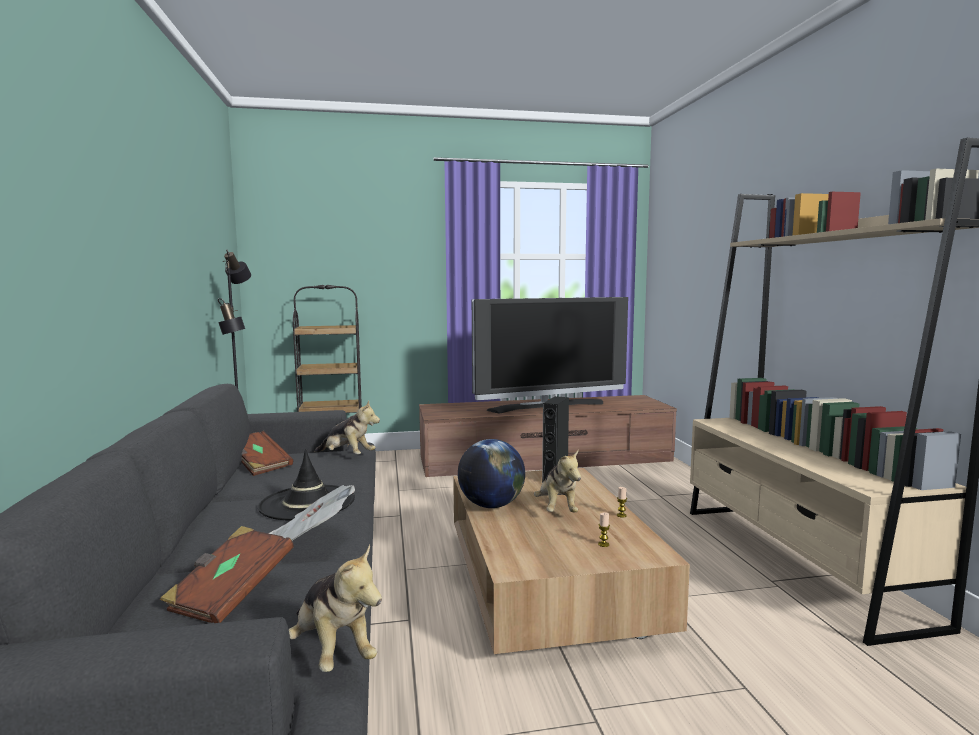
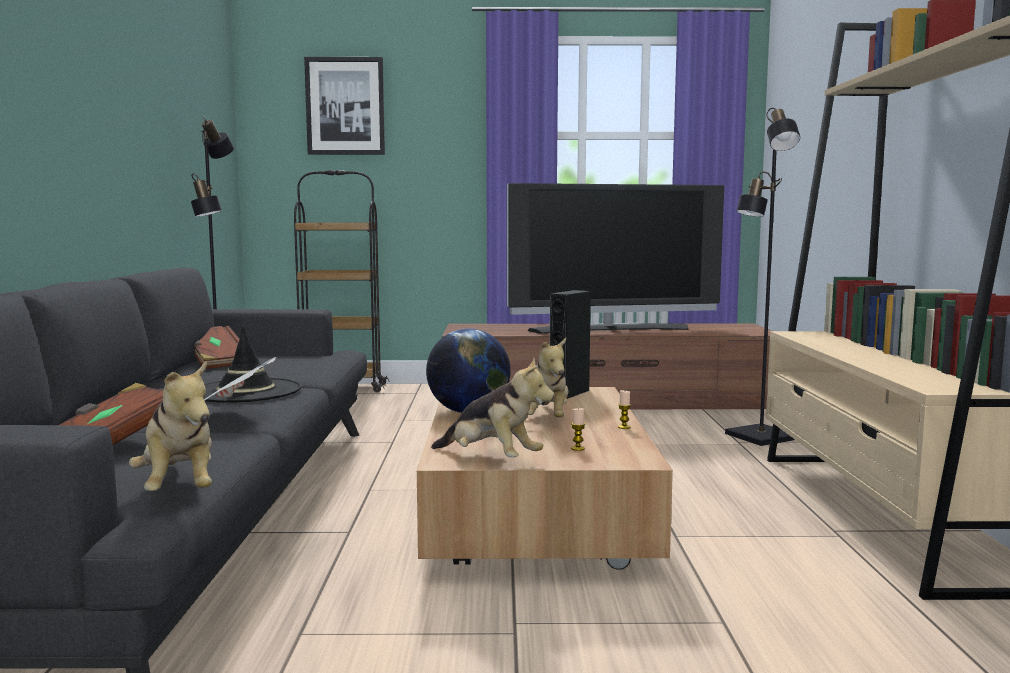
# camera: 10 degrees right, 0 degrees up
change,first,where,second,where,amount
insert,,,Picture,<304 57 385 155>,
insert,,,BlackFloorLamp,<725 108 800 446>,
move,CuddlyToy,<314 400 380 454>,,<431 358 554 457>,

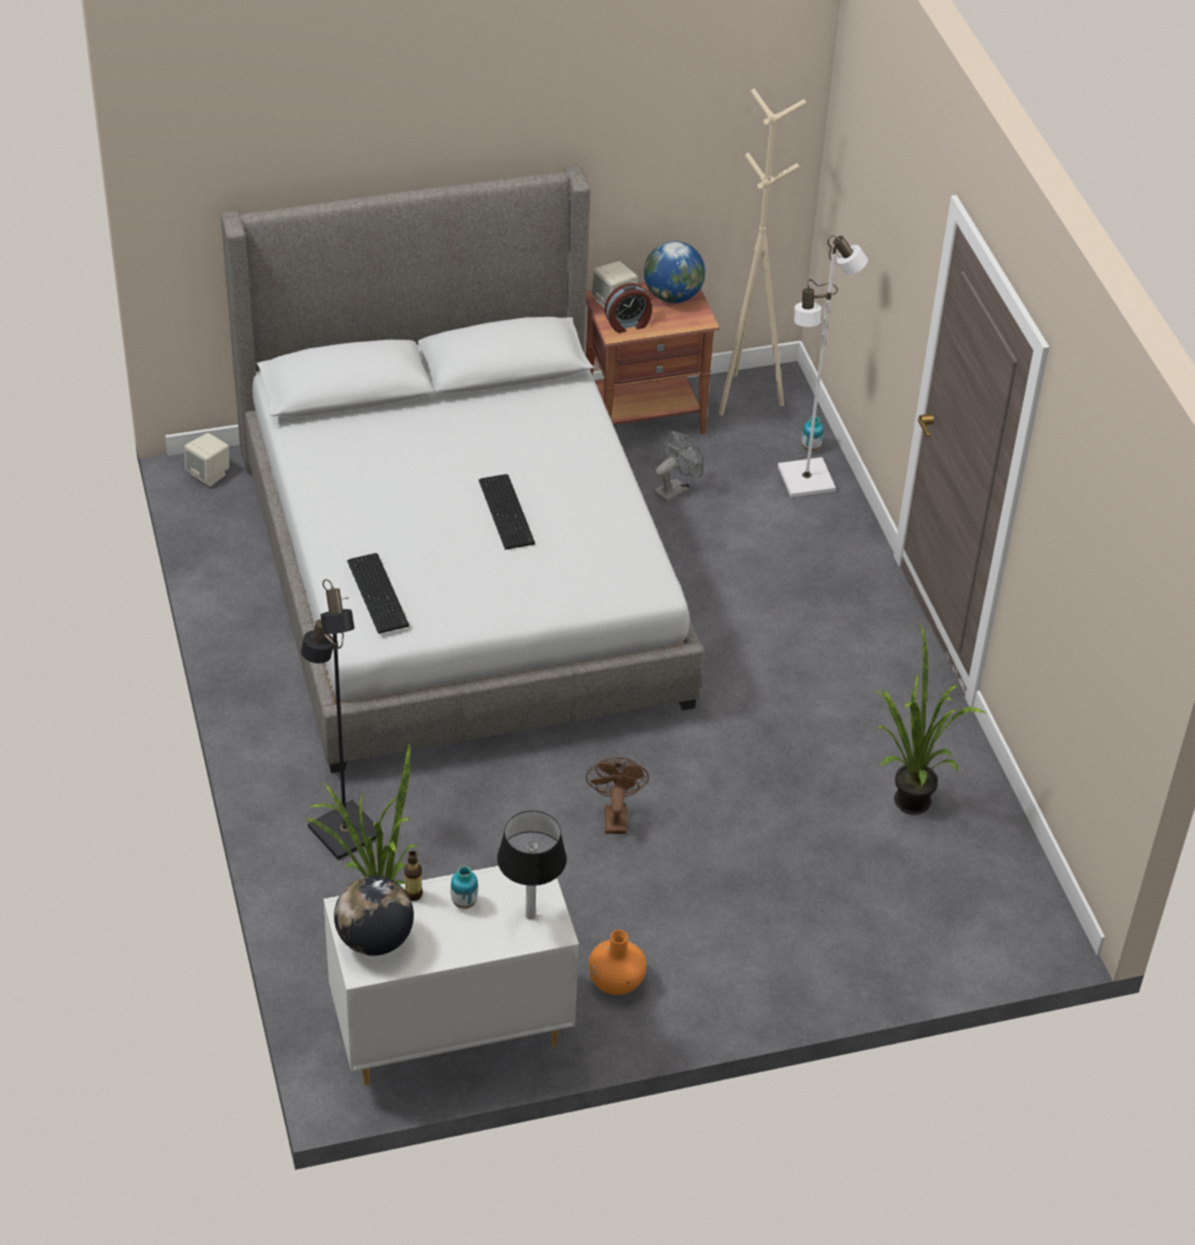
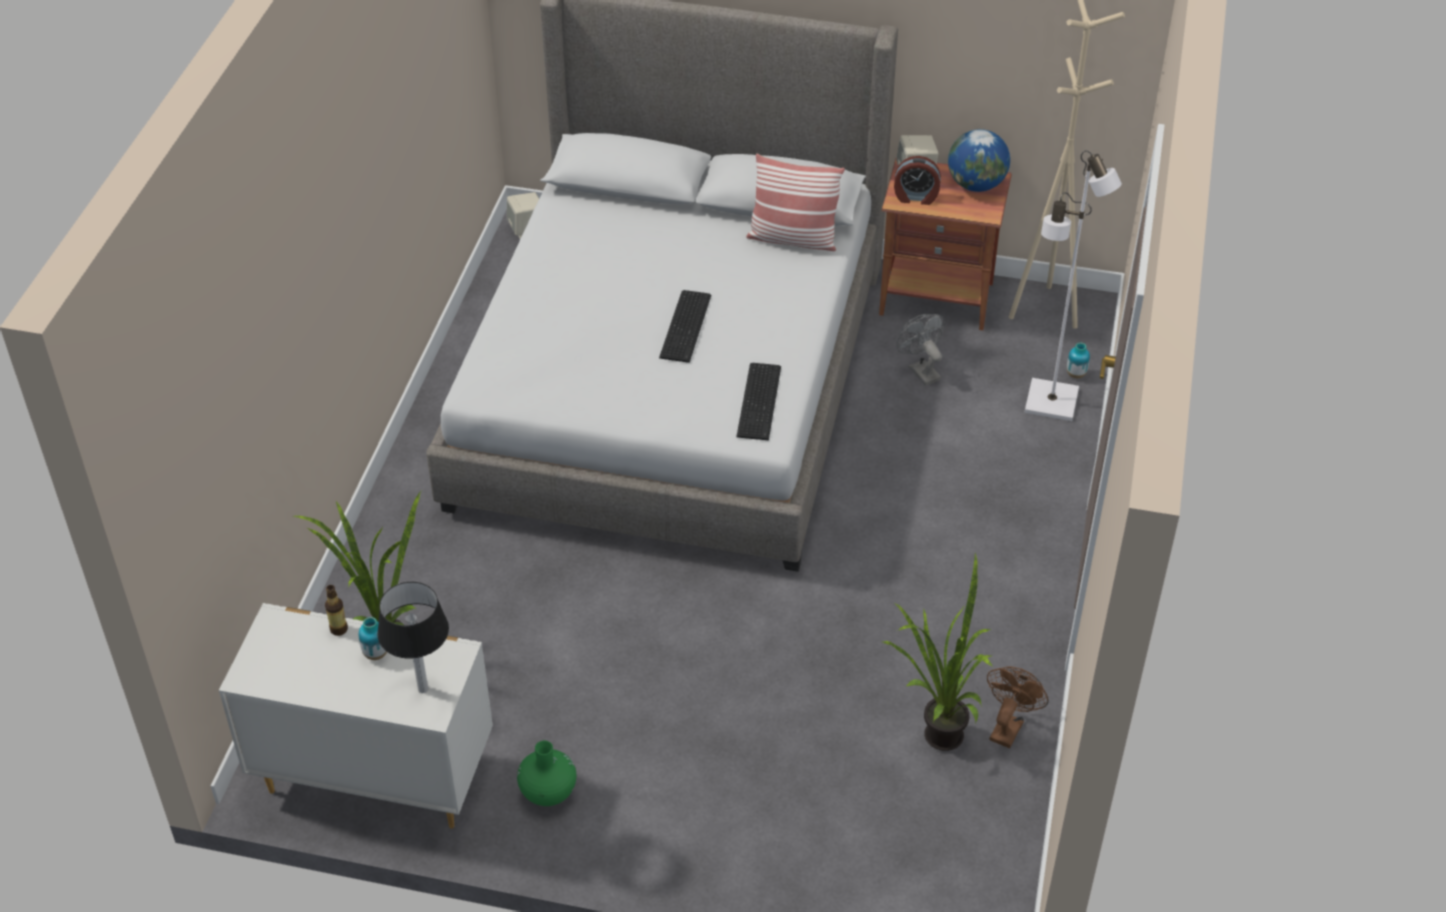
# camera: 30 degrees right, 0 degrees up
change,first,where,second,where,amount
delete,BlackFloorLamp,<301 579 383 860>,,,
delete,DeskGlobe,<334 876 414 956>,,,
insert,,,Cushion,<746 154 845 251>,
move,Keyboard,<347 553 410 634>,,<736 363 781 440>,
move,BrownishElectricFan,<586 757 649 834>,,<987 666 1049 748>,
recolor,OrangeDecorativeVase,<588 930 646 995>,GreenDecorativeVase,<517 741 576 806>,
rotate,GreyishElectricFan,<654 431 703 503>,,<897 314 945 386>,105 degrees counterclockwise

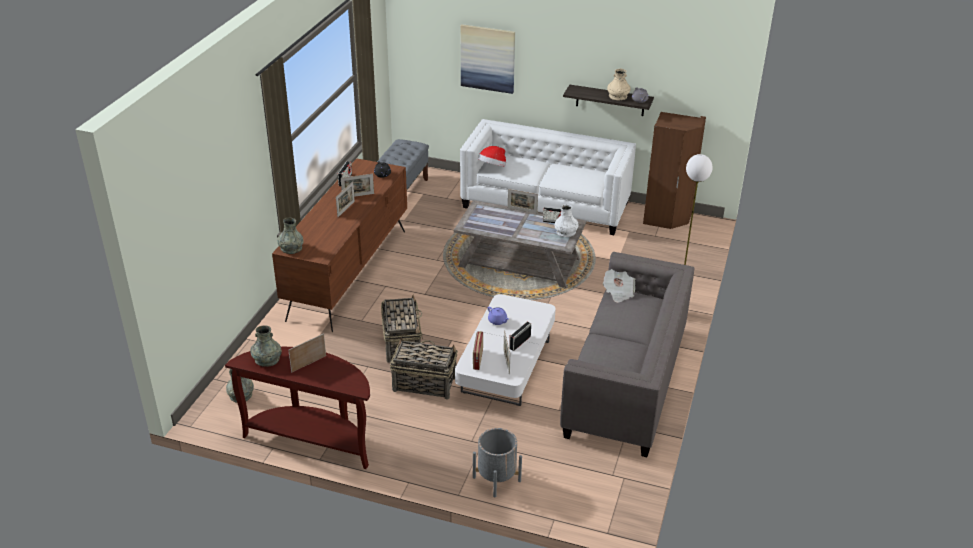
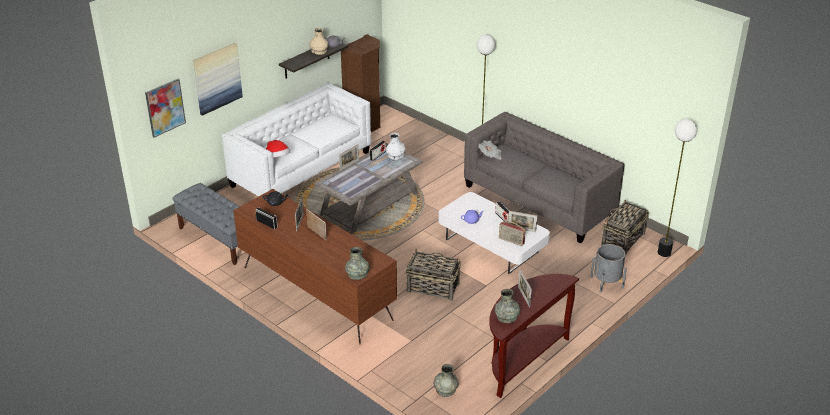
# camera: 65 degrees left, 0 degrees up
change,first,where,second,where,amount
insert,,,Picture,<145 79 186 138>,
insert,,,FloorLamp,<658 119 697 257>,
move,HouseholdBasket,<390 337 458 400>,,<601 199 649 255>,

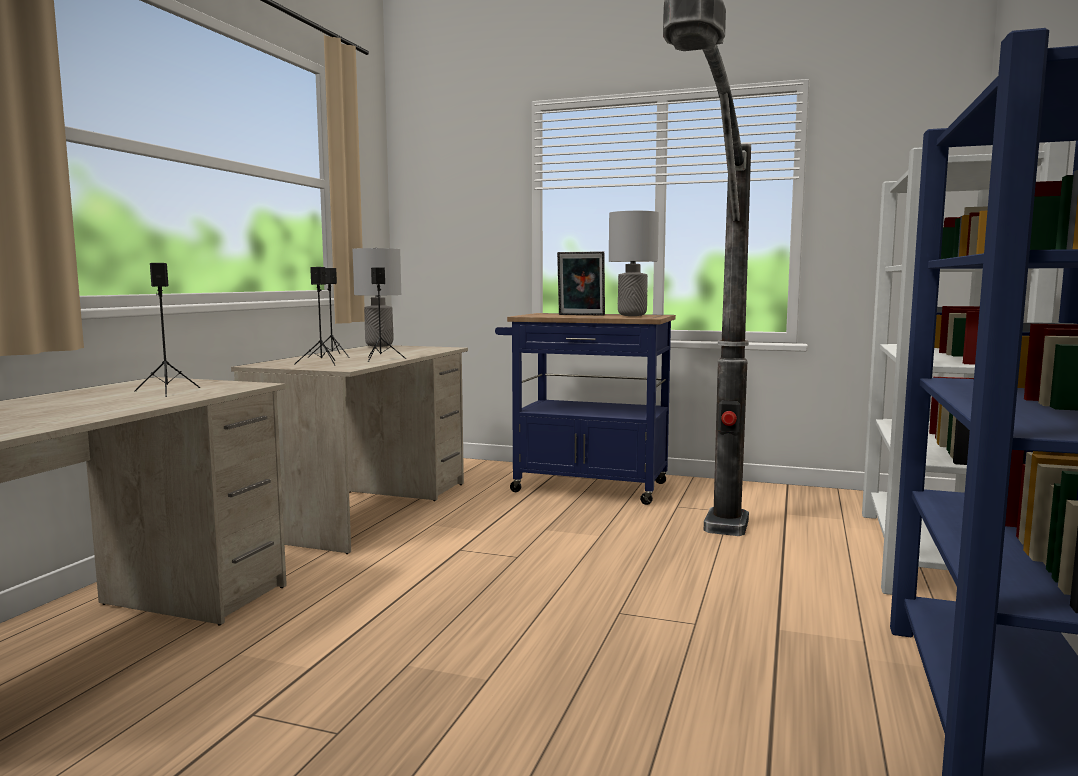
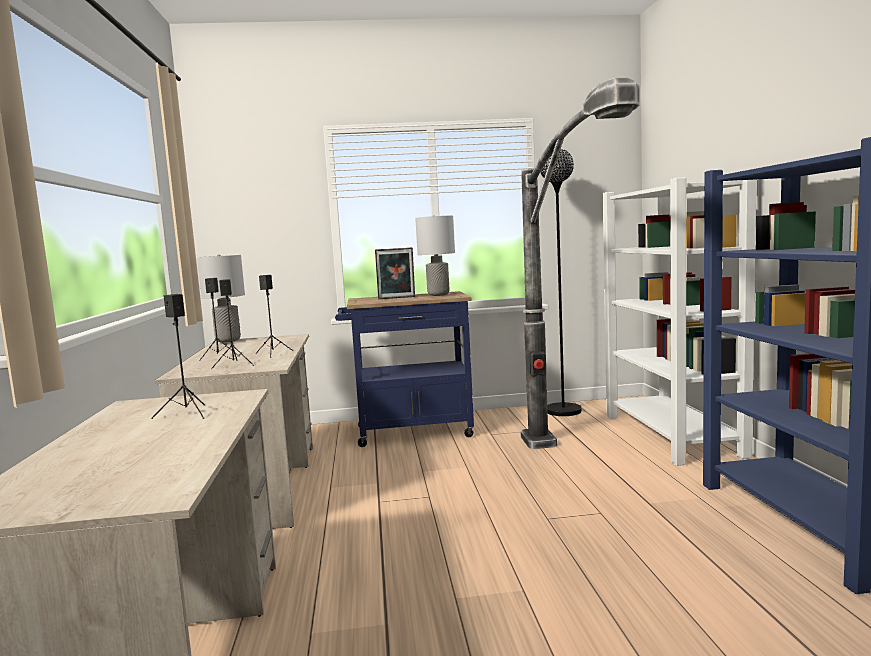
# camera: 25 degrees left, 0 degrees up
change,first,where,second,where,amount
insert,,,BlackFloorLamp,<540 149 582 416>,

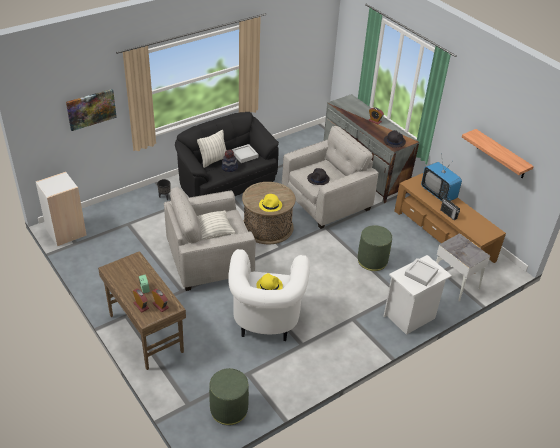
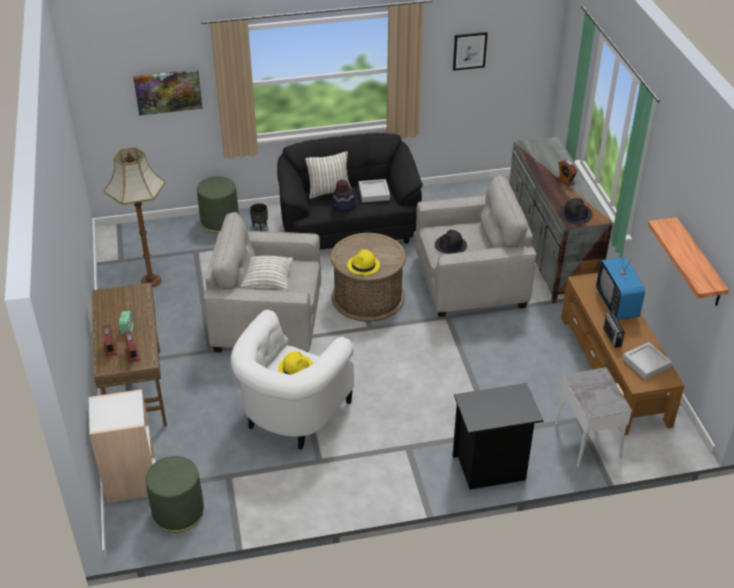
# camera: 25 degrees right, 0 degrees up
change,first,where,second,where,amount
insert,,,FloorLamp,<104 147 165 288>,
insert,,,Picture,<453 32 488 71>,
move,Bookshelf,<36 172 87 246>,,<89 389 156 503>,
move,GreenPouffe,<358 225 392 271>,,<197 176 239 233>,
move,GreyishTray,<405 258 438 286>,,<623 342 672 380>,
recolor,WhiteNightTable,<383 255 452 335>,BlackNightTable,<453 383 544 490>,

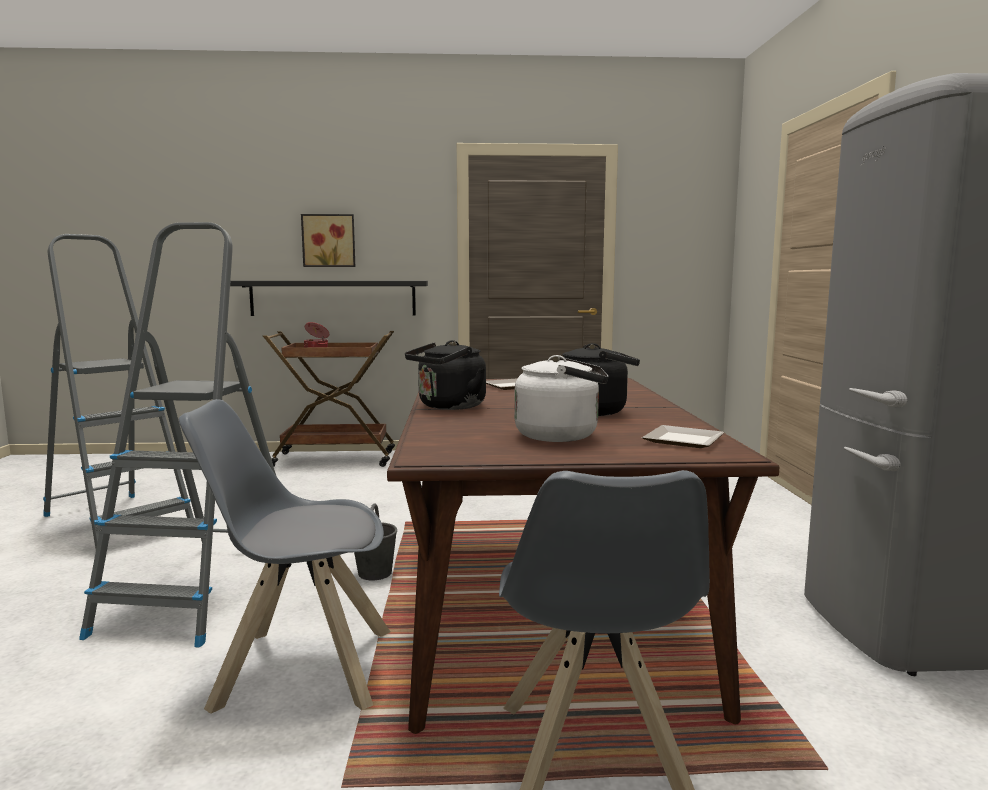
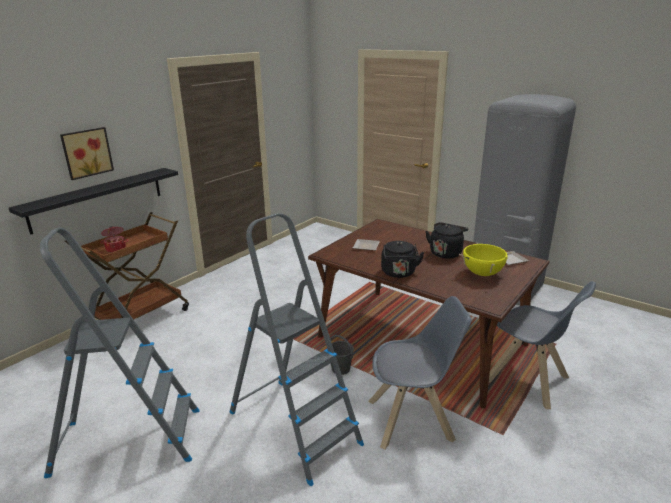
# camera: 50 degrees left, 15 degrees up
change,first,where,second,where,amount
replace,WhiteKettle,<514 355 609 442>,YellowColouredCookingPot,<459 243 512 276>,
rotate,GreyishPlainChair,<179 399 391 714>,,<368 296 472 450>,135 degrees counterclockwise

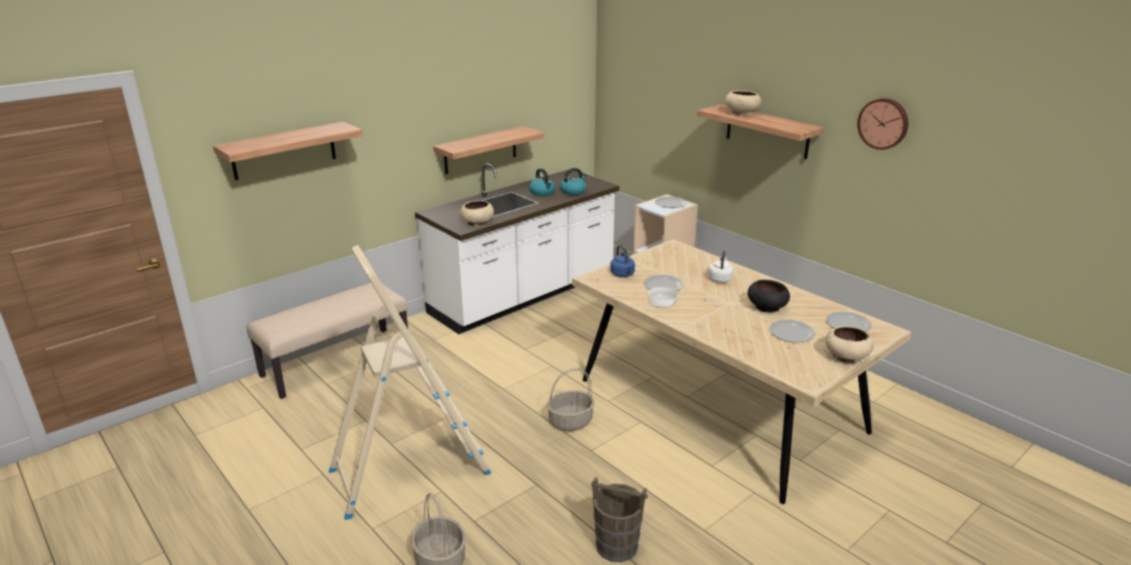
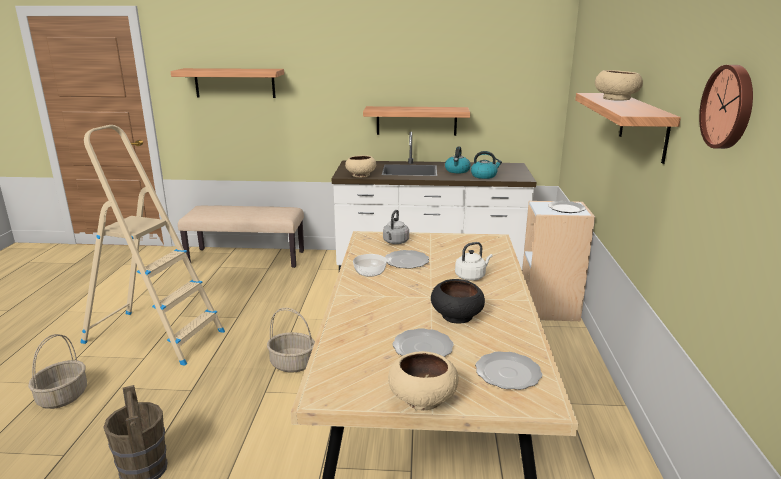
# camera: 45 degrees right, 5 degrees down
change,first,where,second,where,amount
recolor,BlueKettle,<610 245 635 277>,GreyishKettle,<383 210 409 244>,

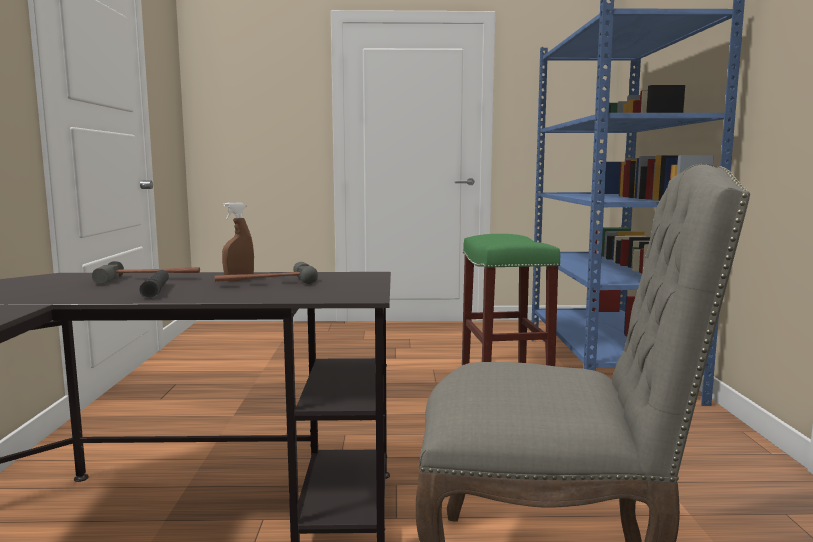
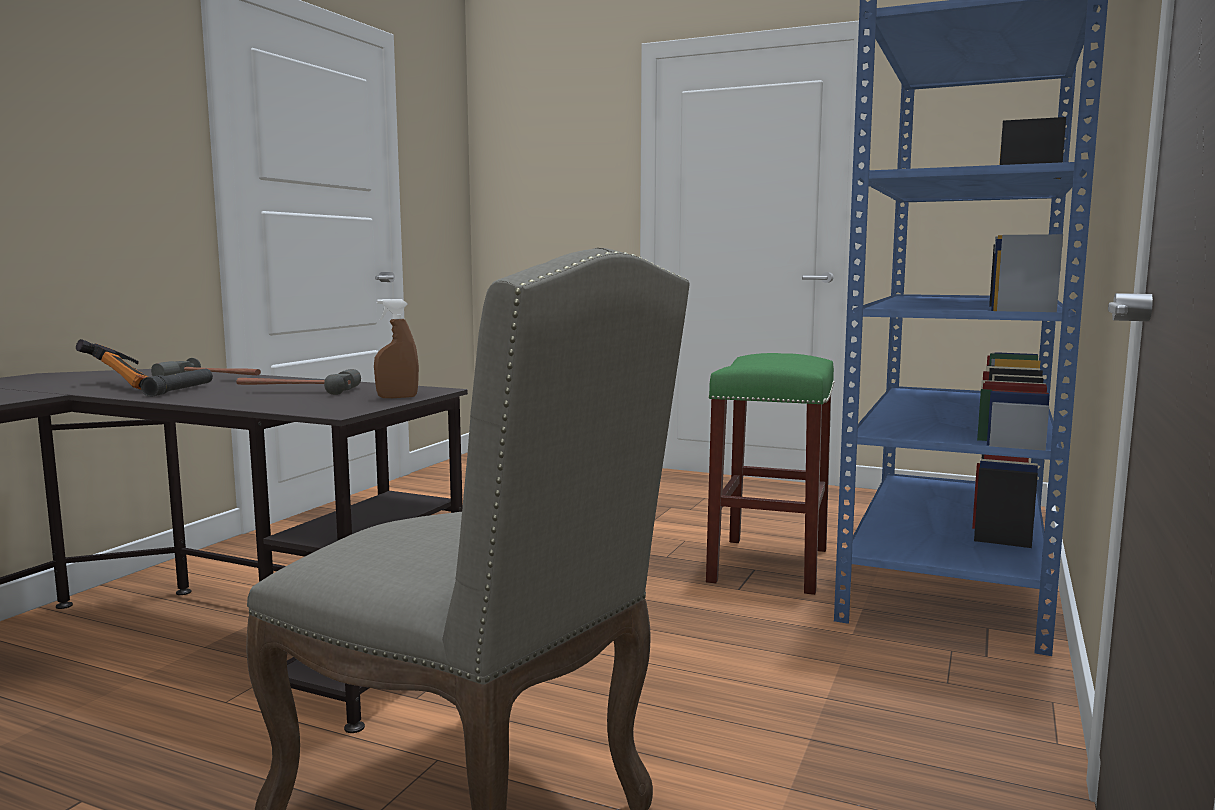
# camera: 25 degrees right, 0 degrees up
change,first,where,second,where,amount
insert,,,Hammer,<76 339 148 390>,
move,BrownishSprayer,<222 202 254 281>,,<374 299 419 398>,

